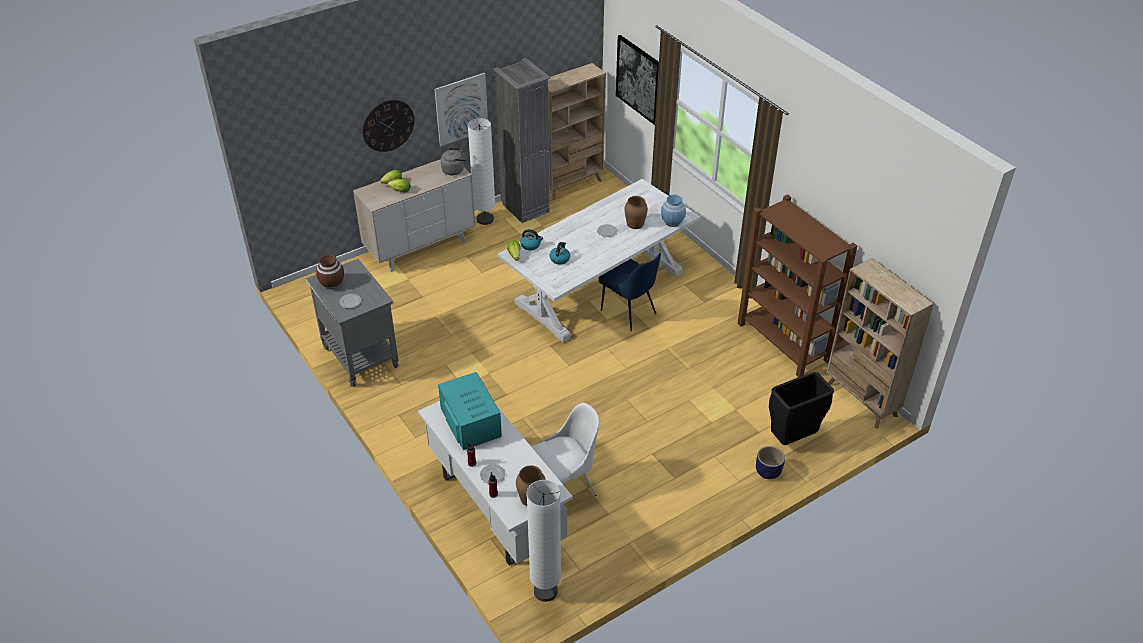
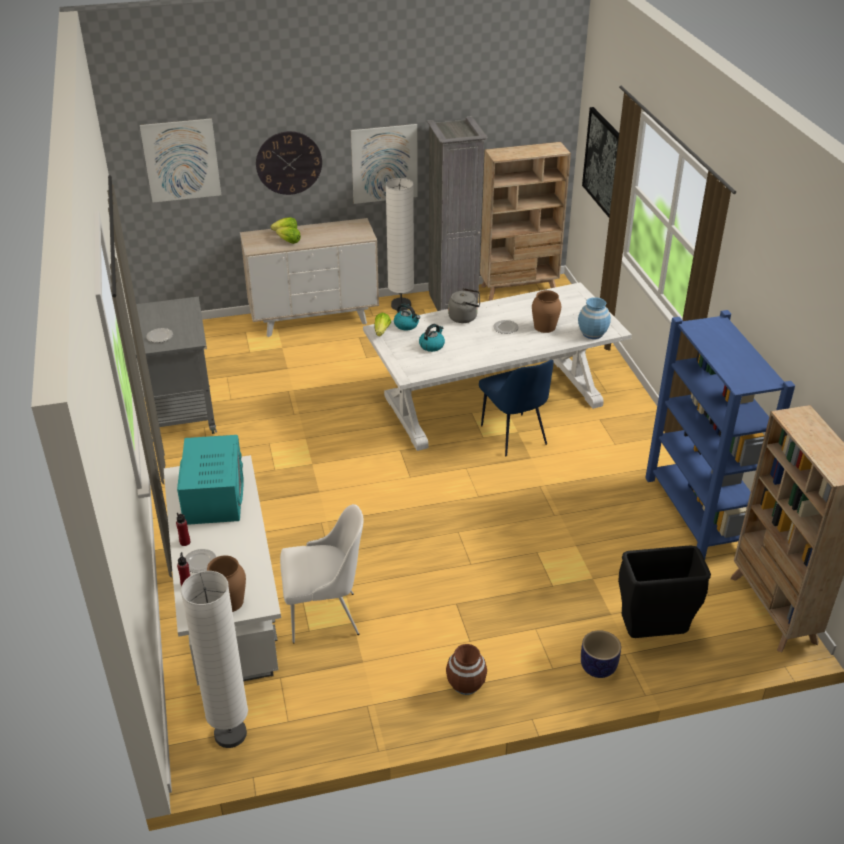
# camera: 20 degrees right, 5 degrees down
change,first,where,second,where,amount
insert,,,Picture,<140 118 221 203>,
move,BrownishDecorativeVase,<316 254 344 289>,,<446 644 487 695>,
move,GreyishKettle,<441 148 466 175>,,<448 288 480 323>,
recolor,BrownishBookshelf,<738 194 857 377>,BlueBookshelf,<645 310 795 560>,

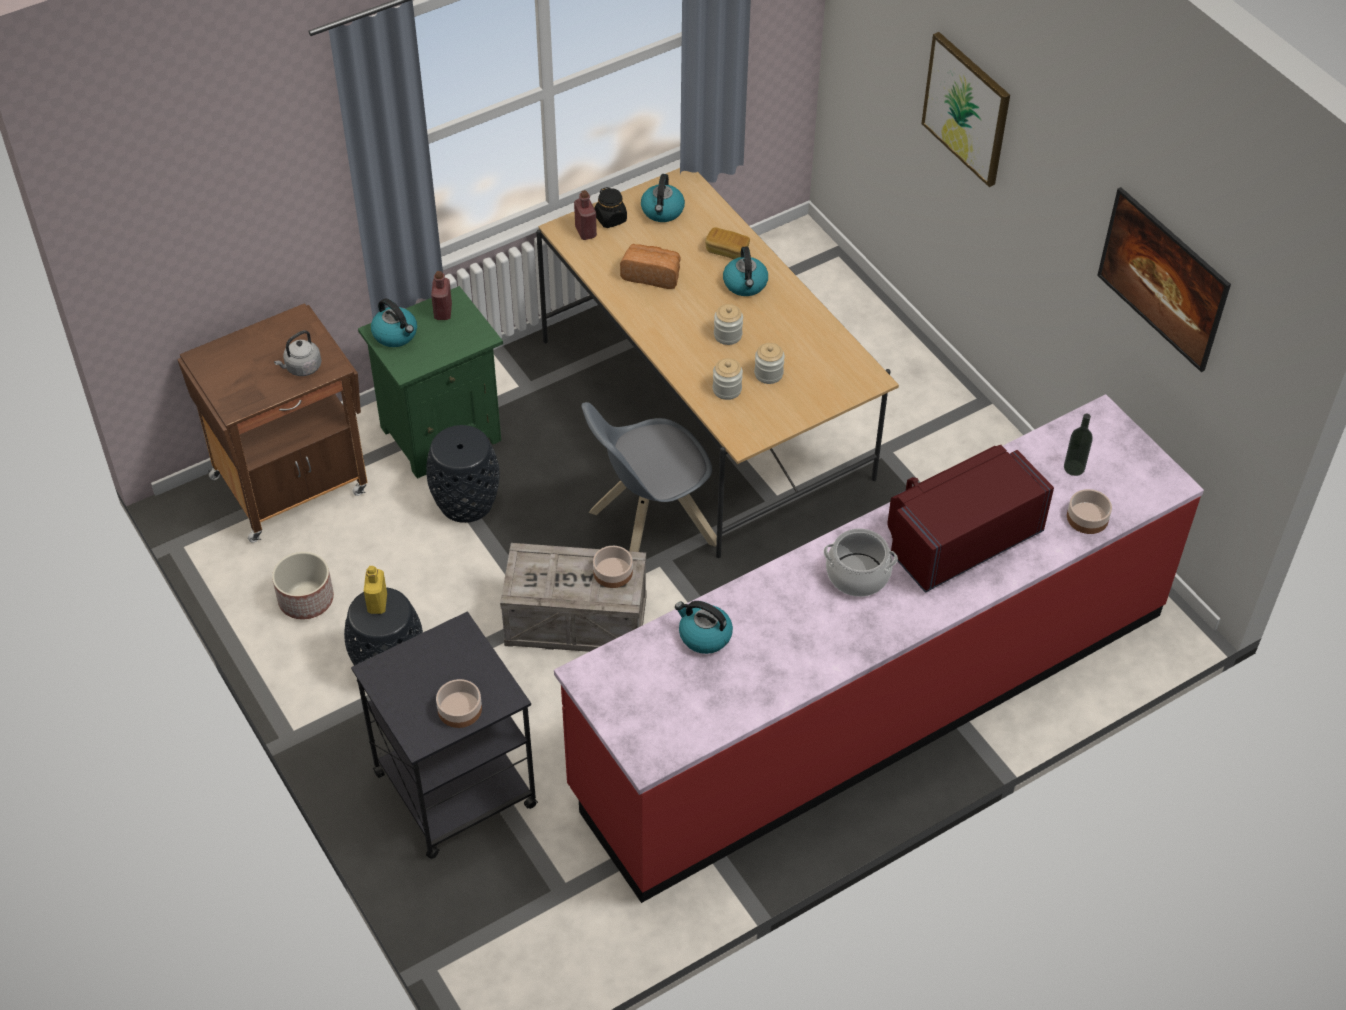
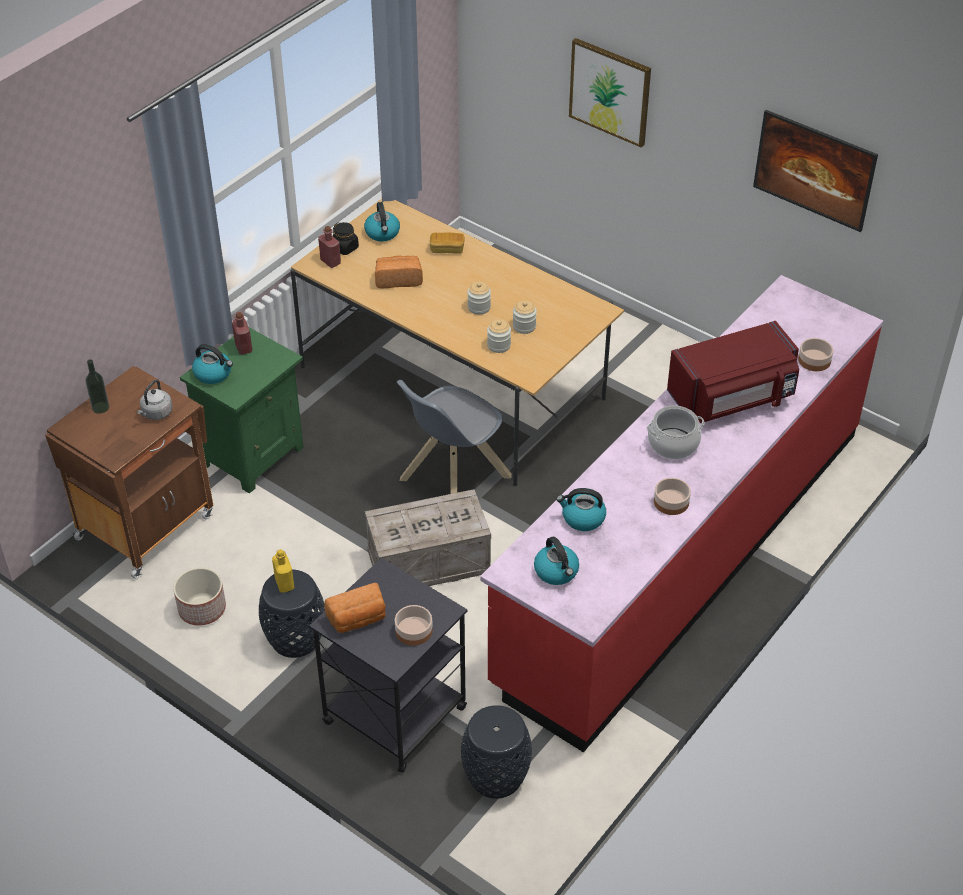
# camera: 20 degrees left, 5 degrees down
change,first,where,second,where,amount
insert,,,Bread,<324 583 386 633>,
move,BlackStoolSeat,<426 425 500 523>,,<461 705 532 799>,
move,DeepDish,<593 546 633 588>,,<654 478 691 515>,
move,Kettle,<723 247 768 296>,,<534 536 579 585>,
move,BeverageBottle,<1064 414 1093 476>,,<86 359 109 414>,
rotate,RedColouredMicrowave,<887 444 1054 593>,,<667 321 799 423>,150 degrees counterclockwise

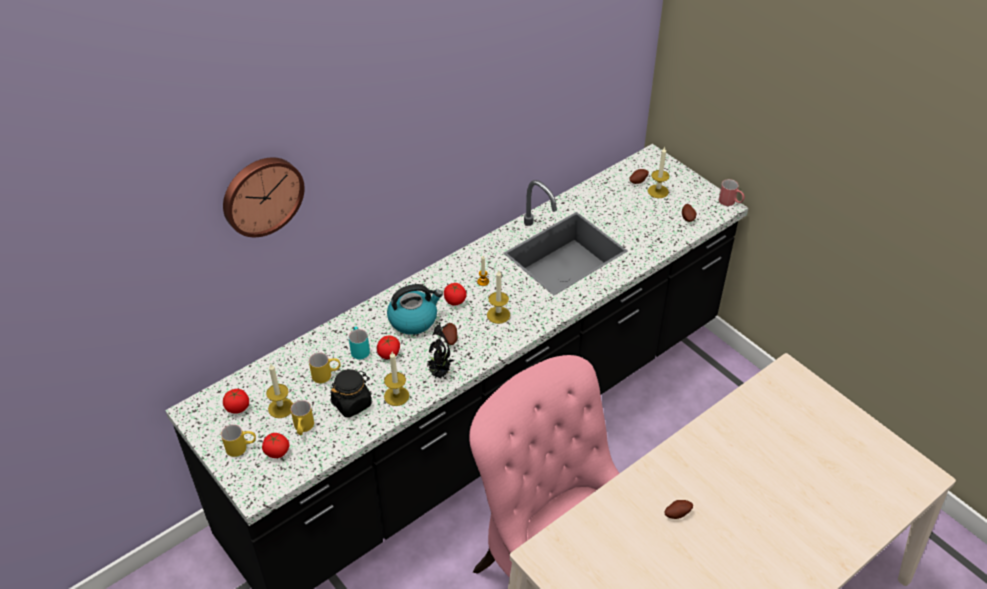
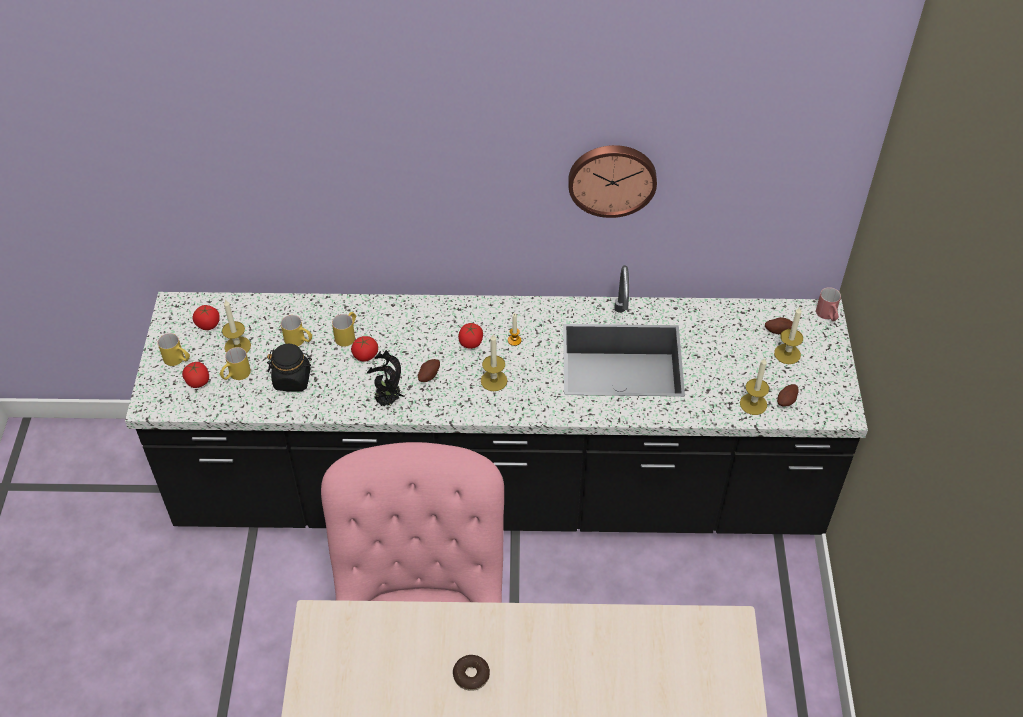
# camera: 40 degrees right, 5 degrees up
change,first,where,second,where,amount
delete,Kettle,<387 284 443 335>,,,
move,HangingClock,<223 158 305 237>,,<568 145 657 218>,
move,WaxLight,<384 352 409 406>,,<740 358 769 415>,
move,RedColouredMug,<719 179 745 206>,,<816 287 841 321>,
replace,Potato,<664 500 693 519>,RingDoughnut,<453 655 490 691>,
recolor,TurquoiseMug,<349 327 370 359>,YellowColouredMug,<332 312 356 347>,

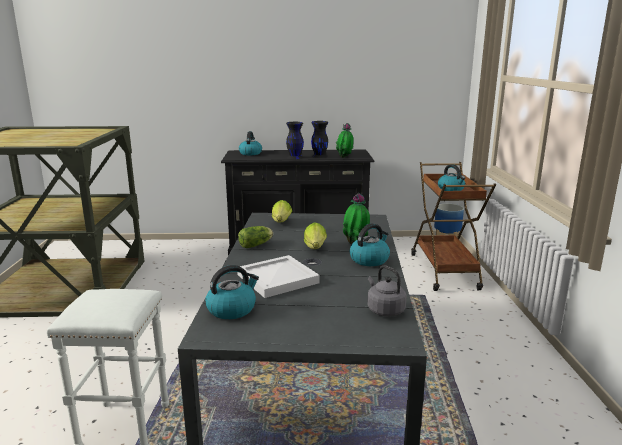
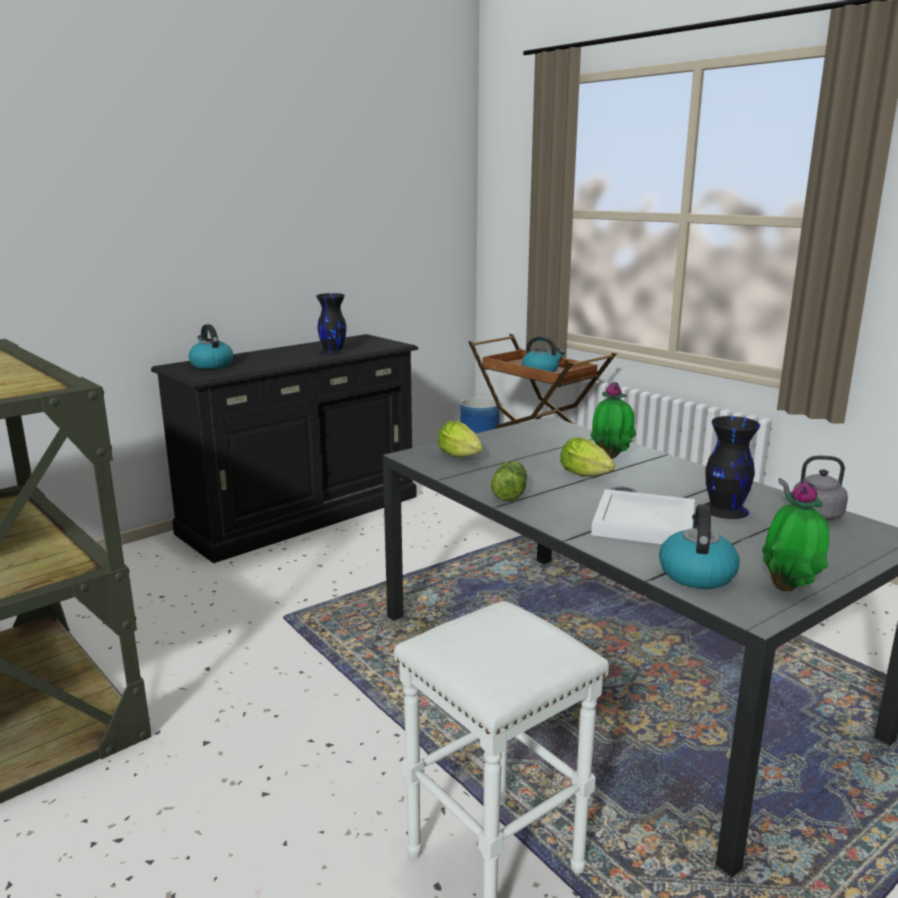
# camera: 40 degrees left, 0 degrees up
change,first,where,second,where,amount
delete,Kettle,<350 223 390 266>,,,
move,BlackDecorativeVase,<286 122 304 159>,,<703 416 760 519>,
move,PottedPlant,<336 123 354 158>,,<762 481 830 591>,

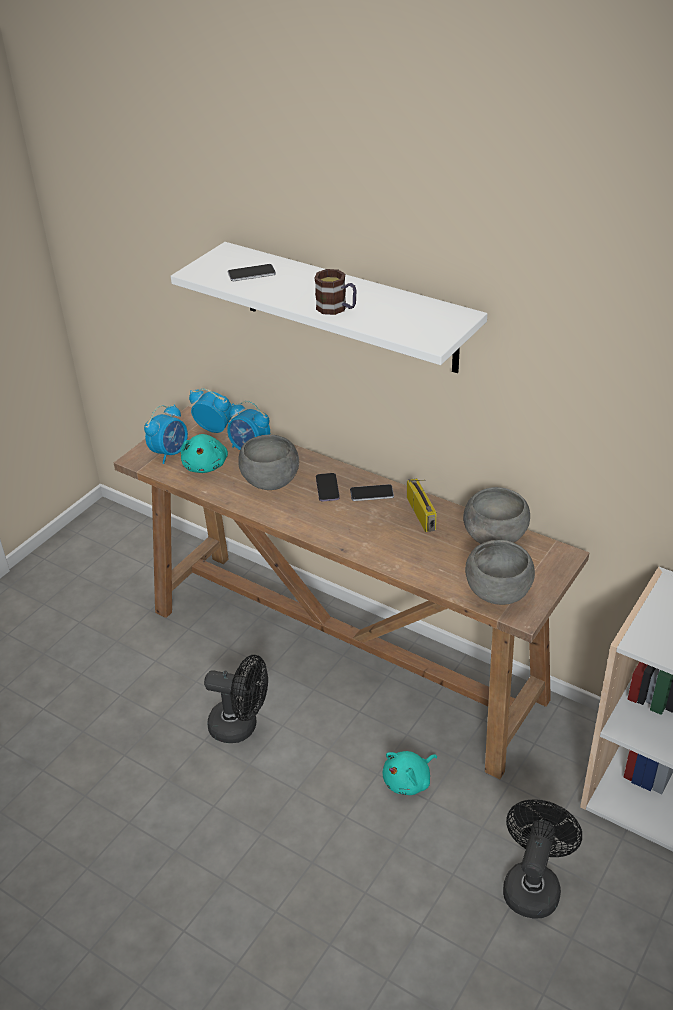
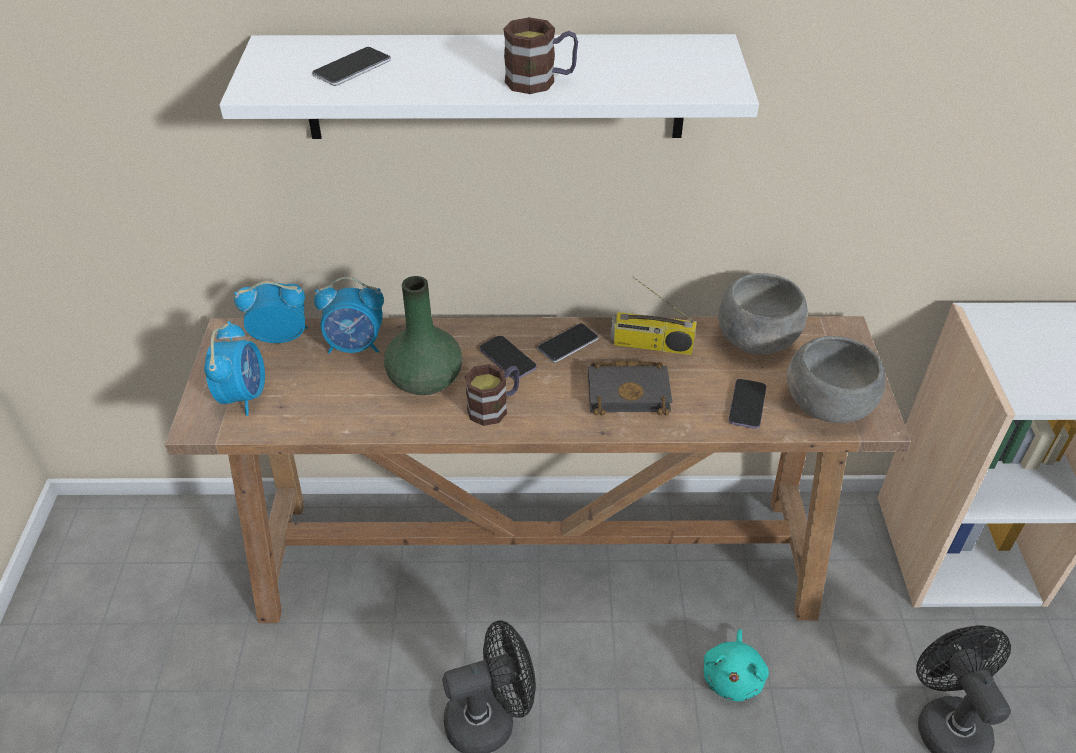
# camera: 35 degrees left, 5 degrees up
change,first,where,second,where,amount
delete,TurquoiseCuddlyToy,<180 434 228 473>,,,
insert,,,Mug,<465 364 520 426>,
insert,,,BlackBook,<588 361 672 416>,
insert,,,Handset,<729 379 766 429>,
replace,GreyishDeepDish,<238 434 299 490>,GreenDecorativeVase,<384 276 462 395>,
rotate,Radio,<407 478 437 532>,,<610 276 697 355>,150 degrees clockwise

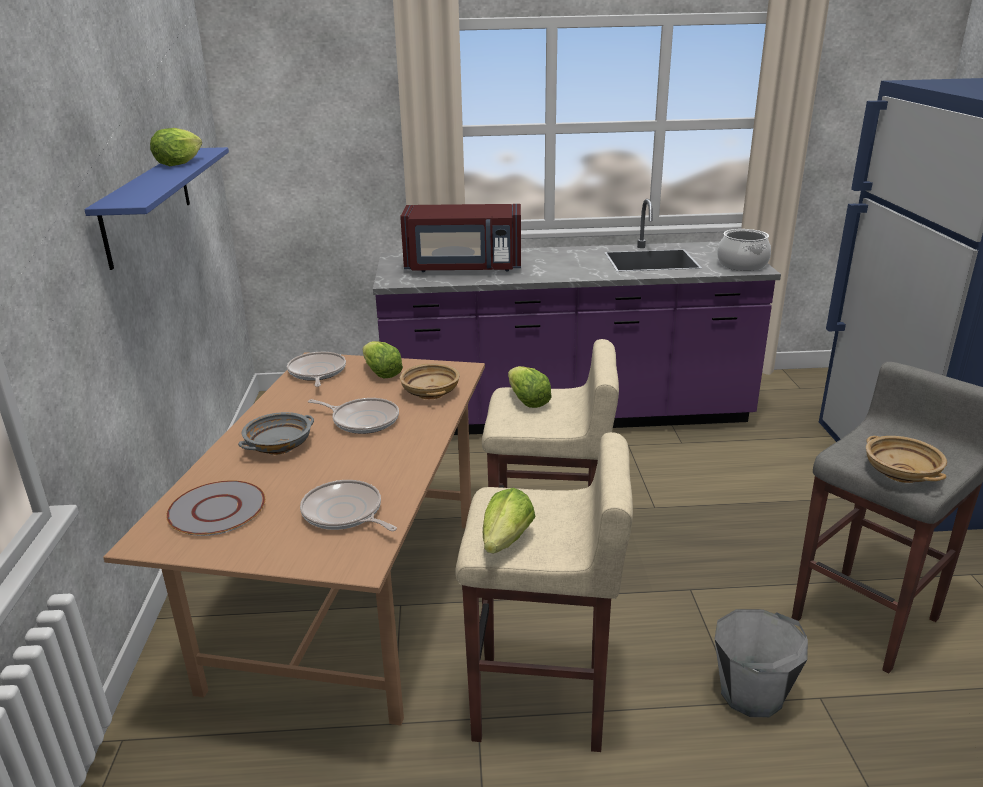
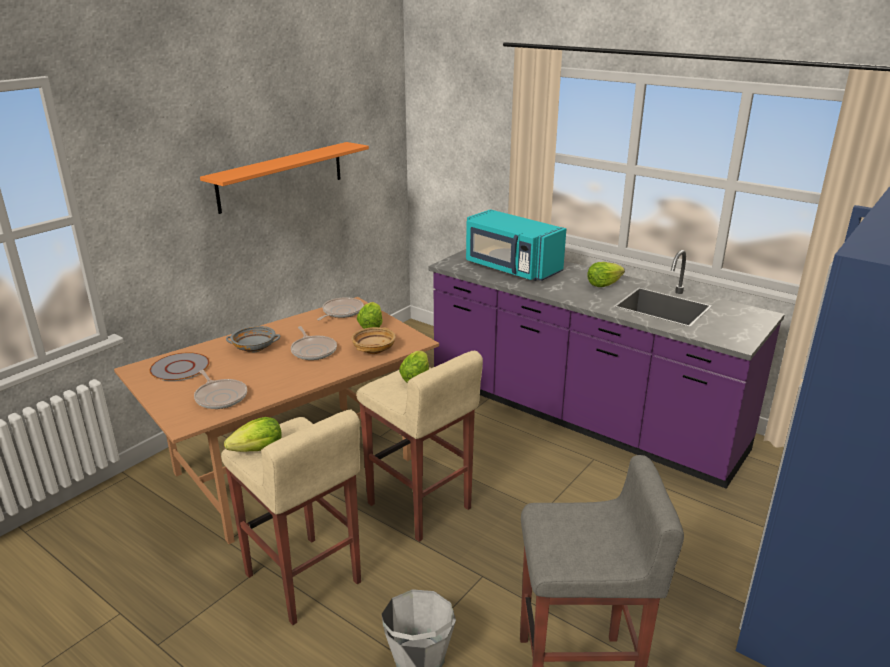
# camera: 40 degrees right, 0 degrees up
change,first,where,second,where,amount
delete,CookingPot,<717 229 771 271>,,,
delete,BeigeColouredDeepDish,<866 436 947 483>,,,
move,LettuceHead,<150 128 202 166>,,<587 262 625 287>,
recolor,BlueWallShelf,<84 147 229 270>,OrangeWallShelf,<200 142 369 214>,
recolor,RedColouredMicrowave,<400 204 521 272>,TurquoiseMicrowave,<466 209 566 281>,
rotate,Pan,<300 480 397 531>,,<194 370 247 409>,150 degrees clockwise

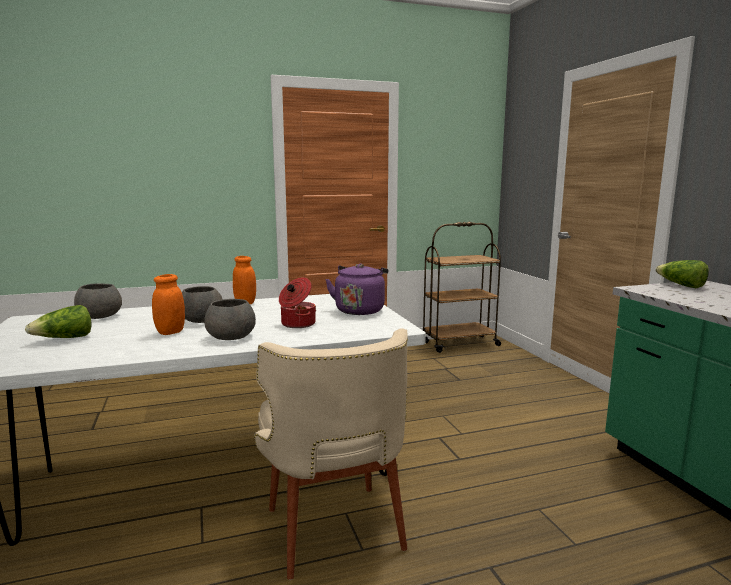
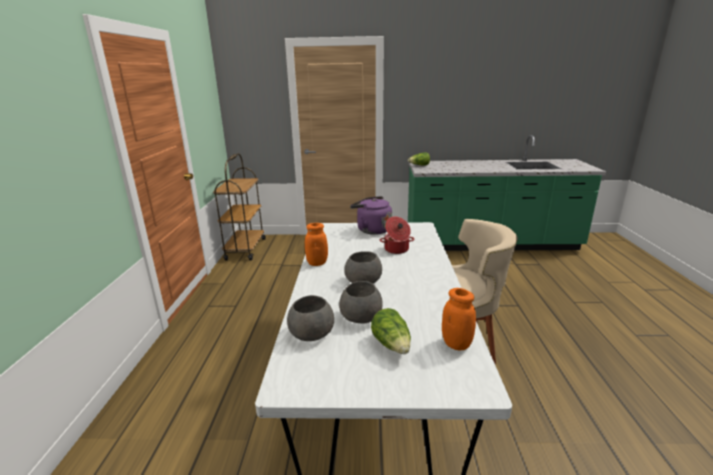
# camera: 70 degrees left, 10 degrees up
change,first,where,second,where,amount
move,OrangeStorageJar,<152 274 185 335>,,<442 288 476 350>,
move,GreyishDeepDish,<204 299 256 340>,,<339 281 383 324>,

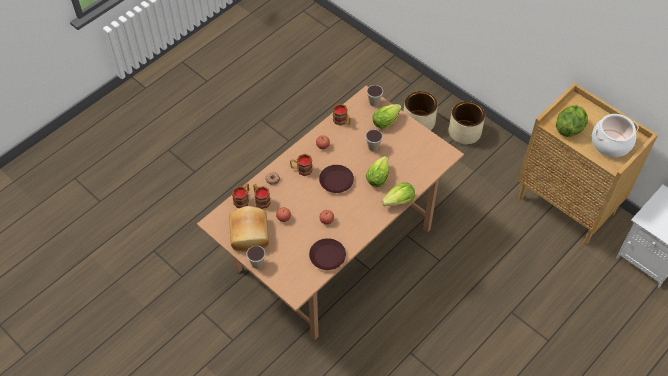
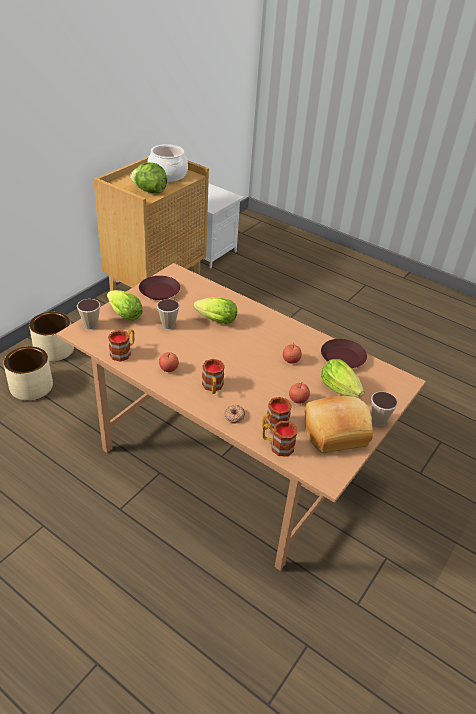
# camera: 100 degrees left, 15 degrees down
change,first,where,second,where,amount
move,BrownishPlate,<319 165 354 193>,,<139 276 180 300>,
move,LettuceHead,<382 183 415 206>,,<321 359 364 398>,

